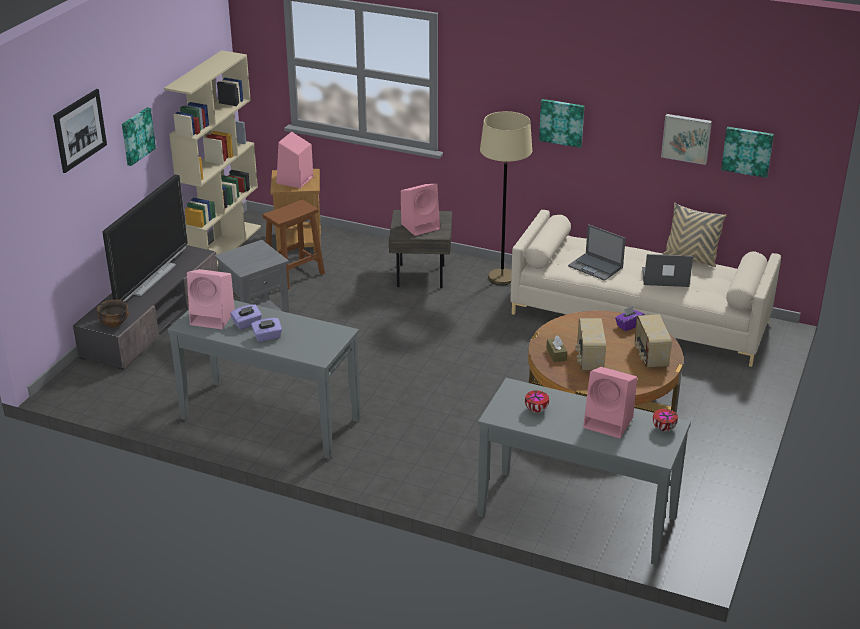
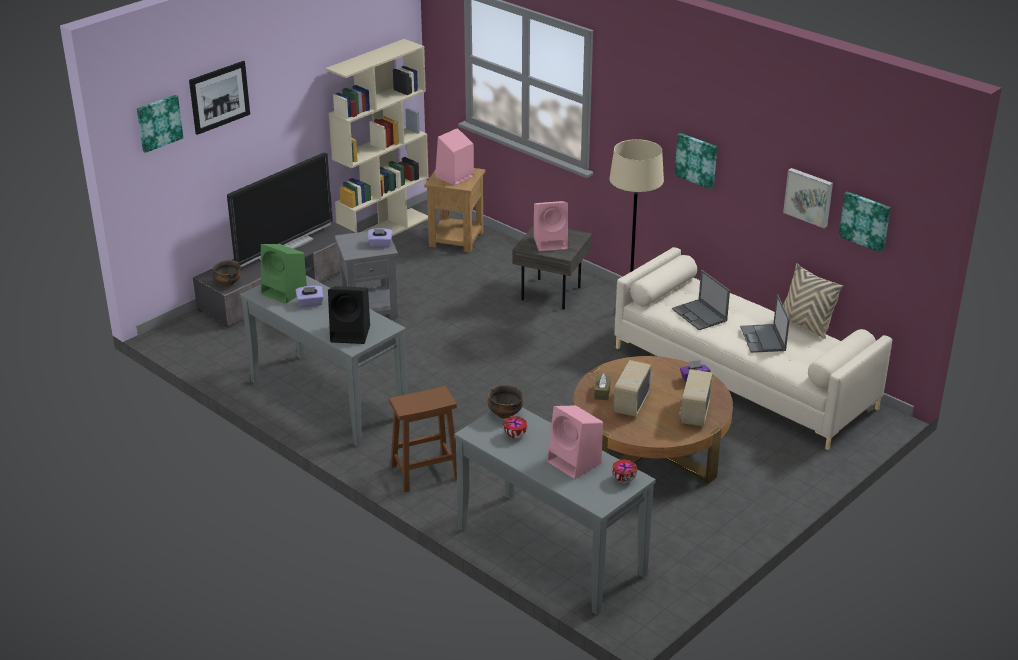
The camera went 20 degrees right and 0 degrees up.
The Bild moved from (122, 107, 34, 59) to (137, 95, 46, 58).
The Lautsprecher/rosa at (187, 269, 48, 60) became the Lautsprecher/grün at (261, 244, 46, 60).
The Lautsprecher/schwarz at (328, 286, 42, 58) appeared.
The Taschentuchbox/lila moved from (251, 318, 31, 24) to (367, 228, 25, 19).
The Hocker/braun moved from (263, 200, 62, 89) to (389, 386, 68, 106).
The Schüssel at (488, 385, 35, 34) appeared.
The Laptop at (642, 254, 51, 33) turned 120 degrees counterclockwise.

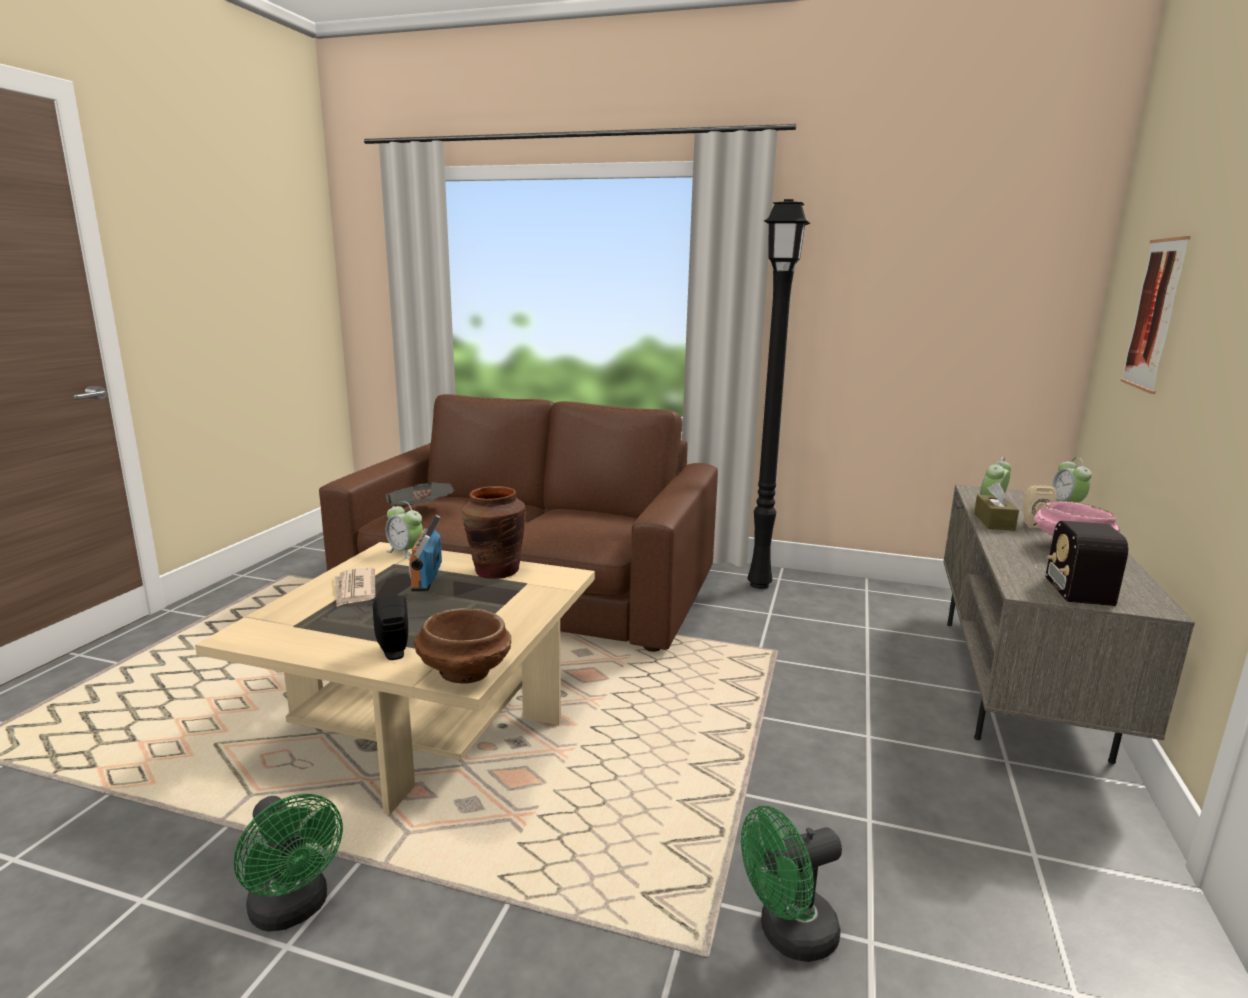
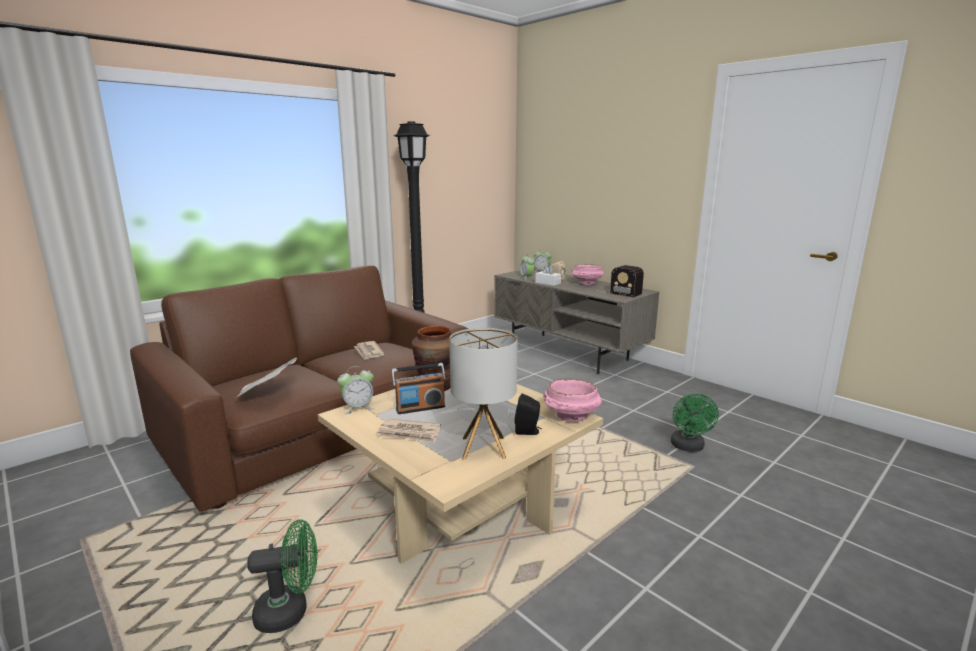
The camera went 60 degrees left and 0 degrees up.
The Ventilator/grün moved from (234, 794, 109, 137) to (247, 519, 70, 114).
The Zeitung at (354, 341, 30, 19) appeared.
The Radio at (409, 515, 33, 76) turned 45 degrees counterclockwise.
The Tischlampe at (449, 328, 69, 131) appeared.
The Taschentuchbox/braun at (974, 482, 45, 49) became the Taschentuchbox/weiß at (535, 264, 26, 22).
The Schüssel/braun at (414, 608, 97, 76) became the Schüssel/rosa at (543, 379, 59, 43).
The Bild at (1121, 236, 70, 158) disappeared.

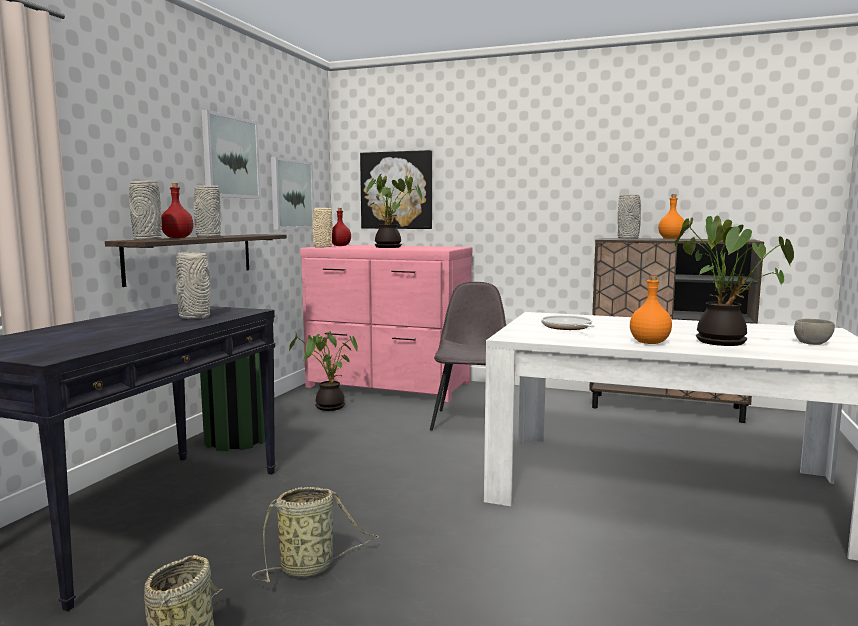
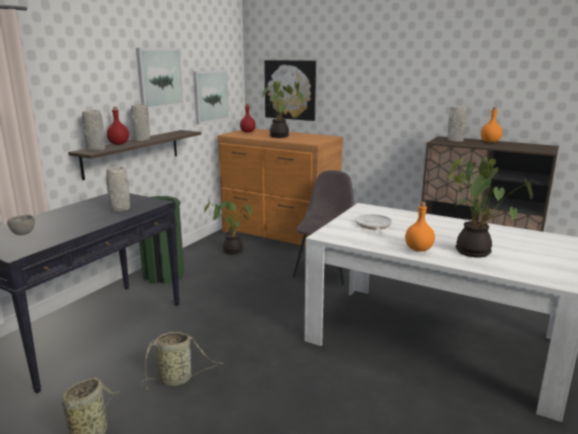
The camera went 10 degrees right and 10 degrees up.
The Schüssel/grau moved from (794, 319, 41, 26) to (7, 215, 28, 20).
The Kommode/rosa at (300, 245, 172, 157) became the Kommode/braun at (217, 129, 126, 117).
The Vase/beige at (312, 208, 20, 40) disappeared.

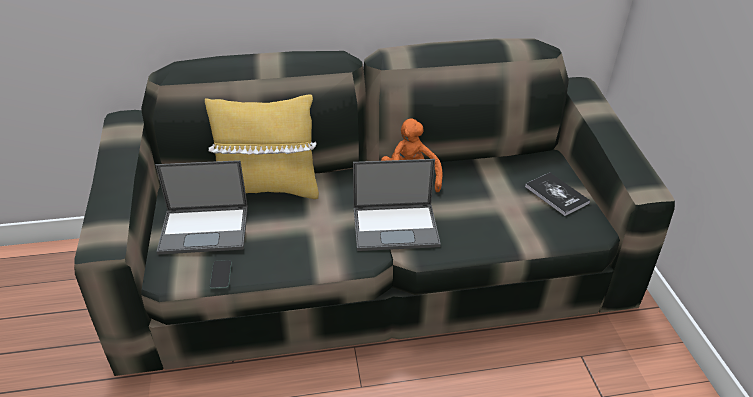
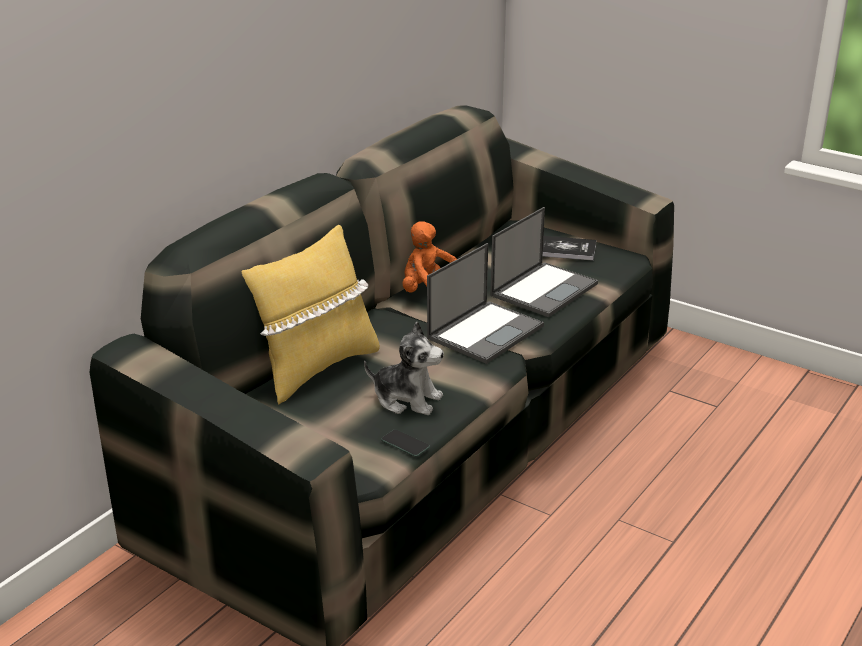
The camera went 45 degrees left and 10 degrees down.
The Plüschtier at (364, 322, 80, 93) appeared.
The Laptop moved from (156, 160, 92, 95) to (490, 207, 108, 110).

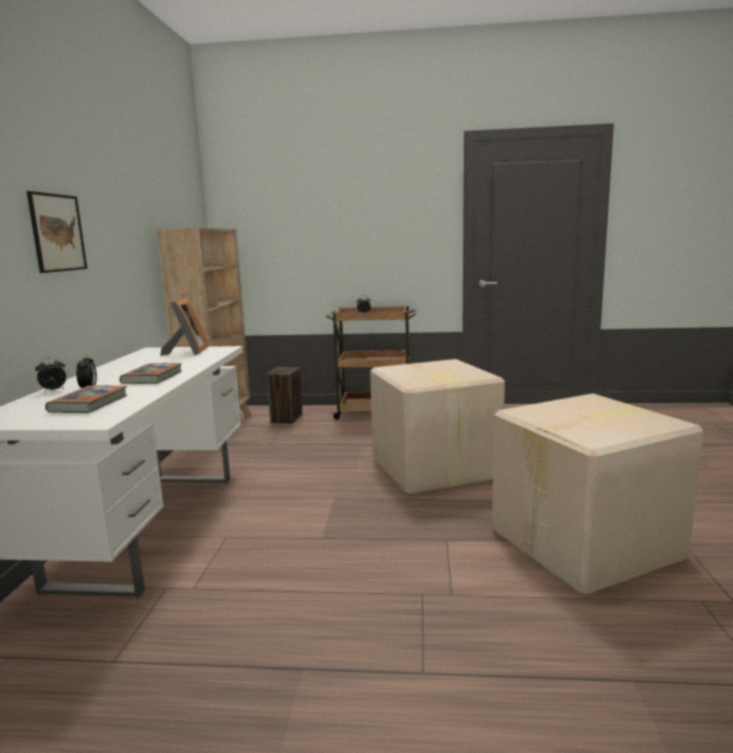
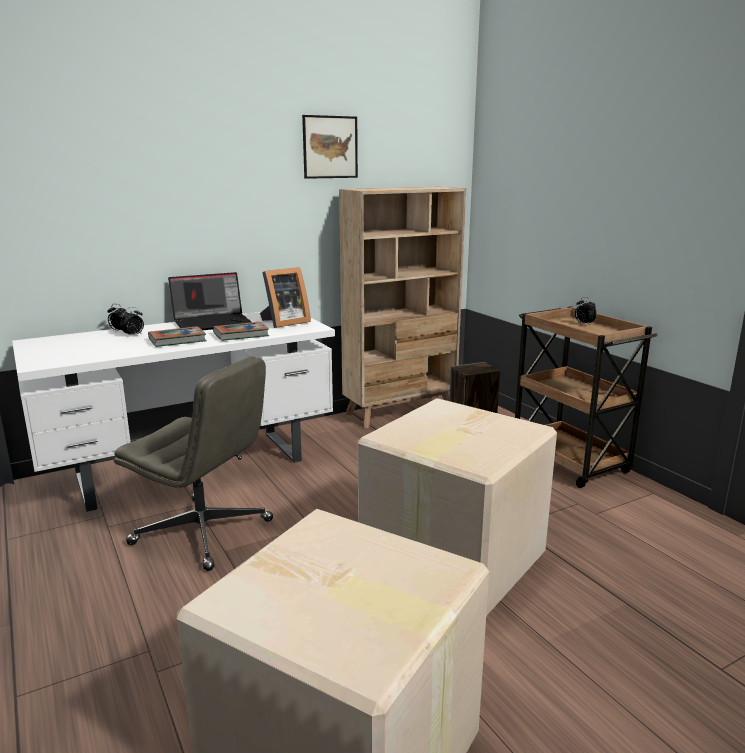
The camera went 55 degrees right and 5 degrees up.
The Bürostuhl/grau at (114, 356, 159, 215) appeared.
The Laptop at (168, 272, 84, 58) appeared.
The Buch moved from (45, 385, 82, 28) to (213, 322, 56, 19).
The Bild moved from (27, 191, 60, 82) to (302, 115, 56, 64).

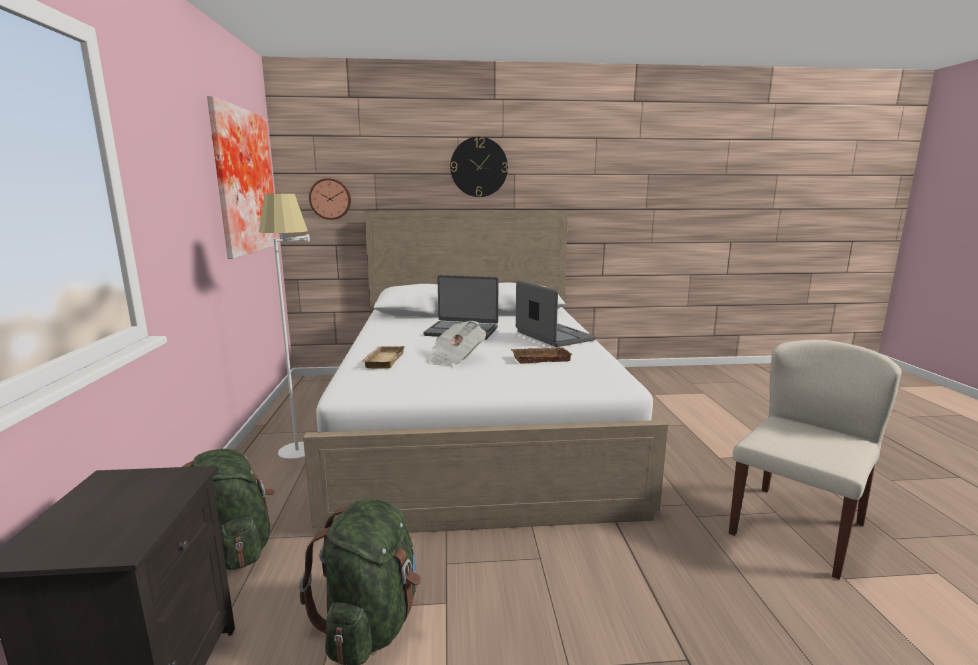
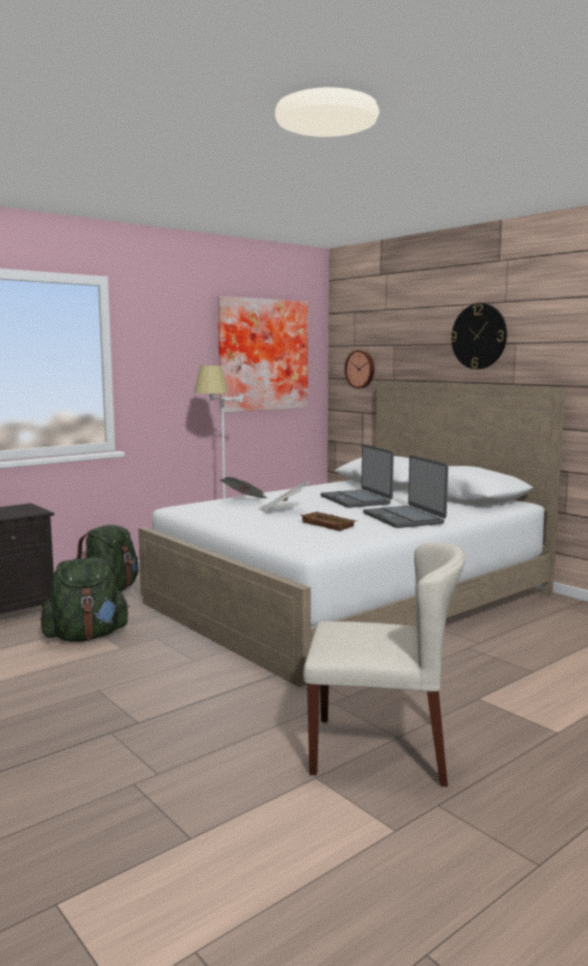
The camera went 55 degrees right and 5 degrees down.
The Tablett/beige at (361, 346, 44, 23) was replaced by the Zeitung at (220, 477, 48, 21).
The Laptop at (516, 280, 80, 67) turned 135 degrees clockwise.

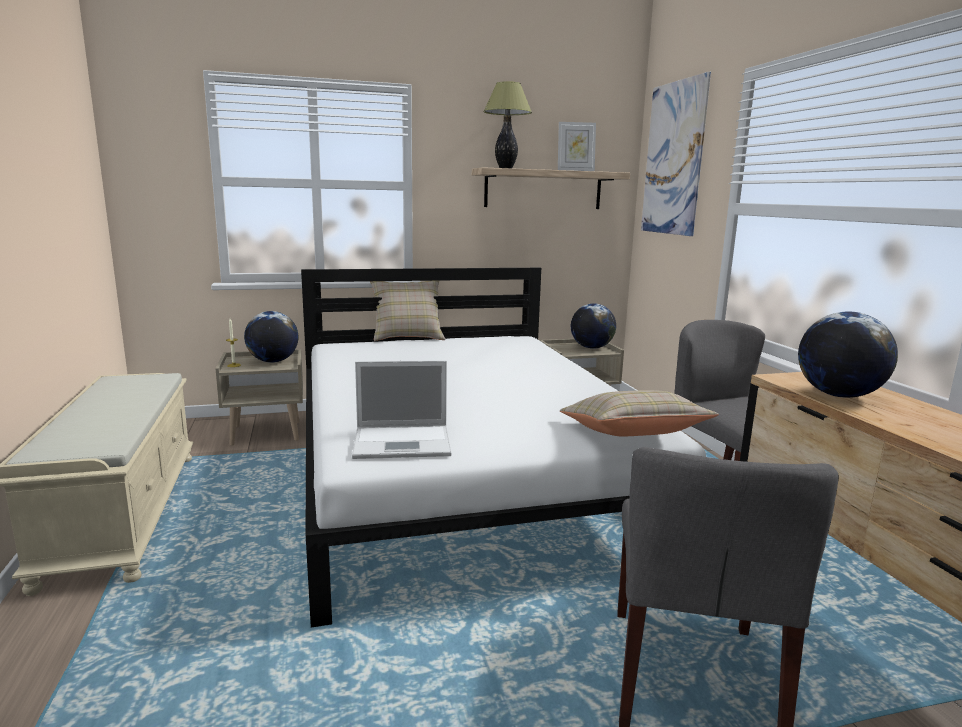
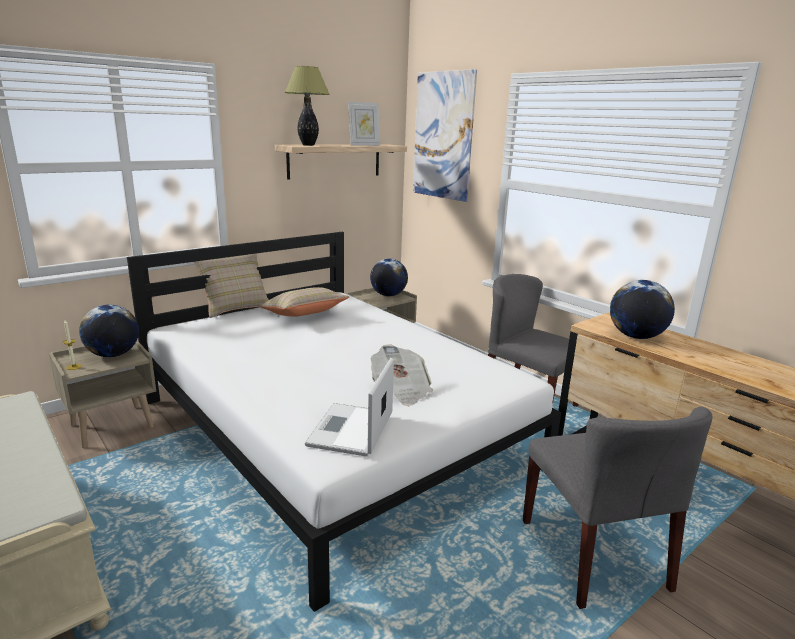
The camera went 25 degrees left and 5 degrees up.
The Kissen/beige moved from (560, 390, 159, 46) to (259, 287, 90, 30).
The Laptop at (352, 360, 99, 99) turned 135 degrees clockwise.
The Zeitung at (370, 344, 63, 62) appeared.

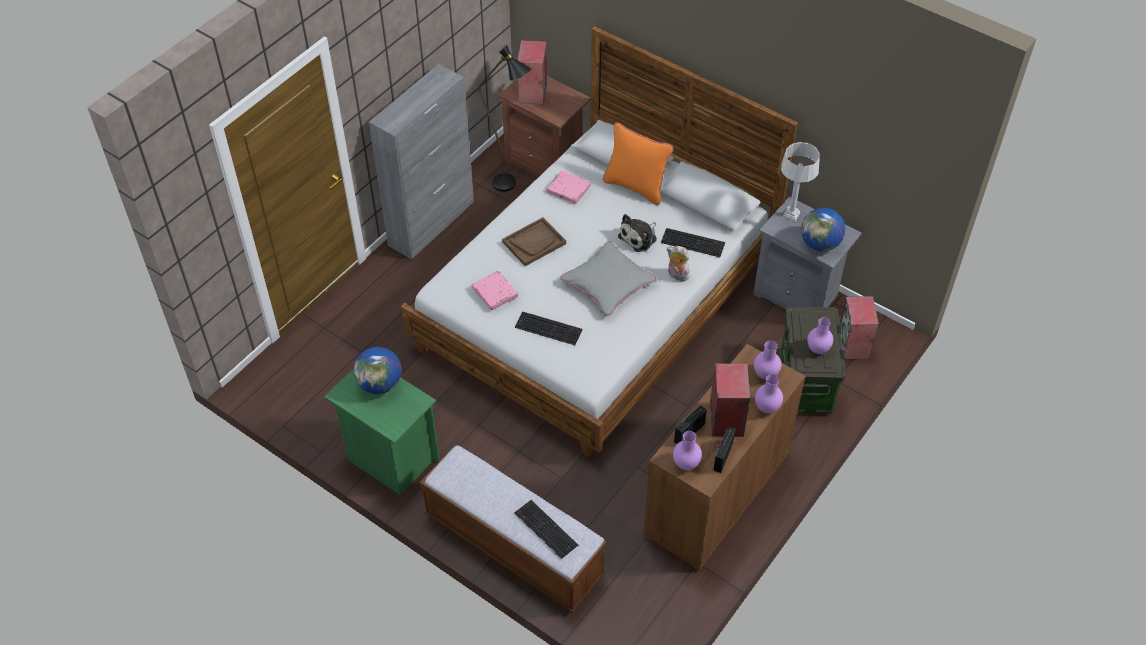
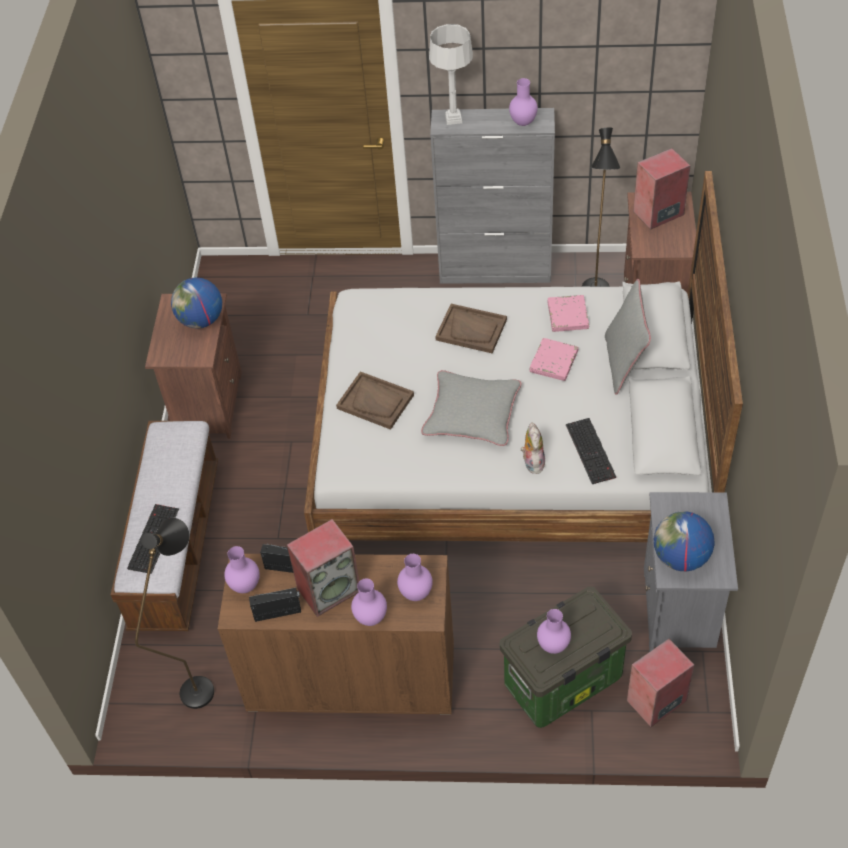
The camera went 60 degrees right and 0 degrees up.
The Stehlampe/schwarz at (135, 518, 79, 191) appeared.
The Nachttisch/grün at (324, 368, 116, 127) became the Nachttisch/braun at (145, 293, 97, 146).
The Tastatur at (515, 312, 67, 33) was replaced by the Tablett/braun at (336, 371, 78, 59).
The Tischlampe/grau moved from (781, 142, 39, 80) to (429, 24, 44, 101).
The Vase/lila at (509, 78, 29, 48) appeared.
The Buch/rosa moved from (472, 271, 46, 39) to (529, 338, 50, 43).
The Kissen/orange at (603, 123, 70, 82) became the Kissen/grau at (605, 279, 46, 116).
The Plüschtier at (618, 214, 39, 38) disappeared.

